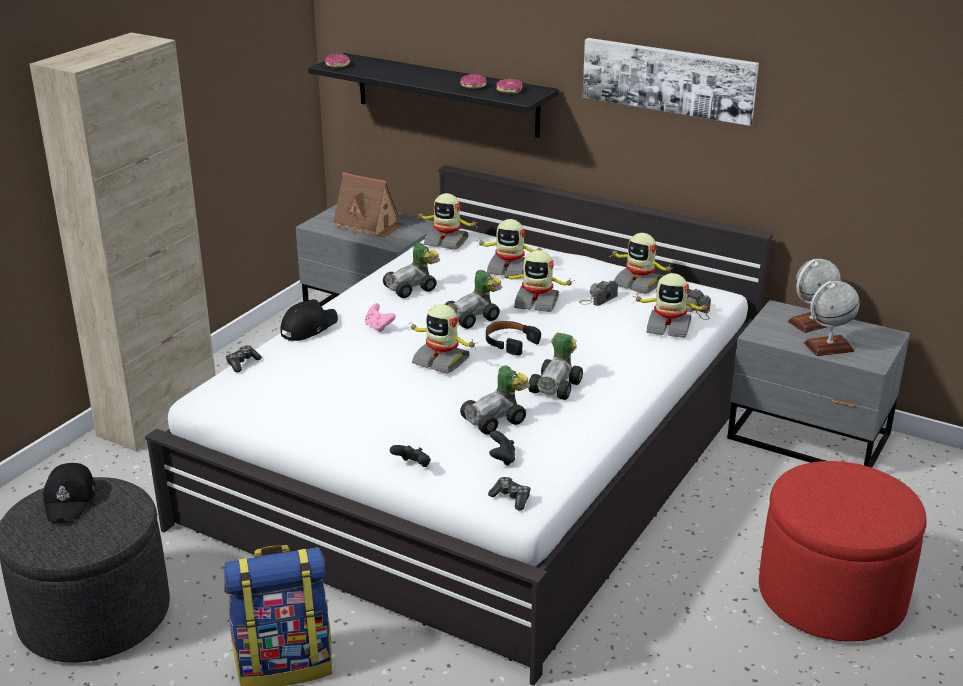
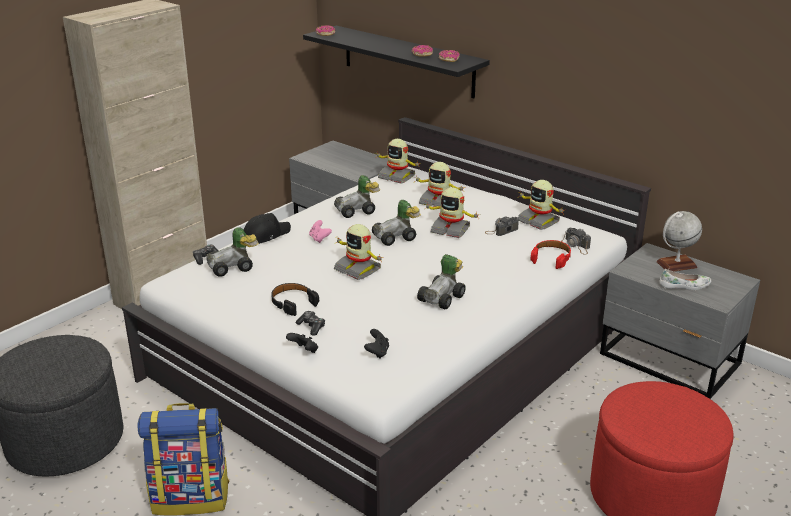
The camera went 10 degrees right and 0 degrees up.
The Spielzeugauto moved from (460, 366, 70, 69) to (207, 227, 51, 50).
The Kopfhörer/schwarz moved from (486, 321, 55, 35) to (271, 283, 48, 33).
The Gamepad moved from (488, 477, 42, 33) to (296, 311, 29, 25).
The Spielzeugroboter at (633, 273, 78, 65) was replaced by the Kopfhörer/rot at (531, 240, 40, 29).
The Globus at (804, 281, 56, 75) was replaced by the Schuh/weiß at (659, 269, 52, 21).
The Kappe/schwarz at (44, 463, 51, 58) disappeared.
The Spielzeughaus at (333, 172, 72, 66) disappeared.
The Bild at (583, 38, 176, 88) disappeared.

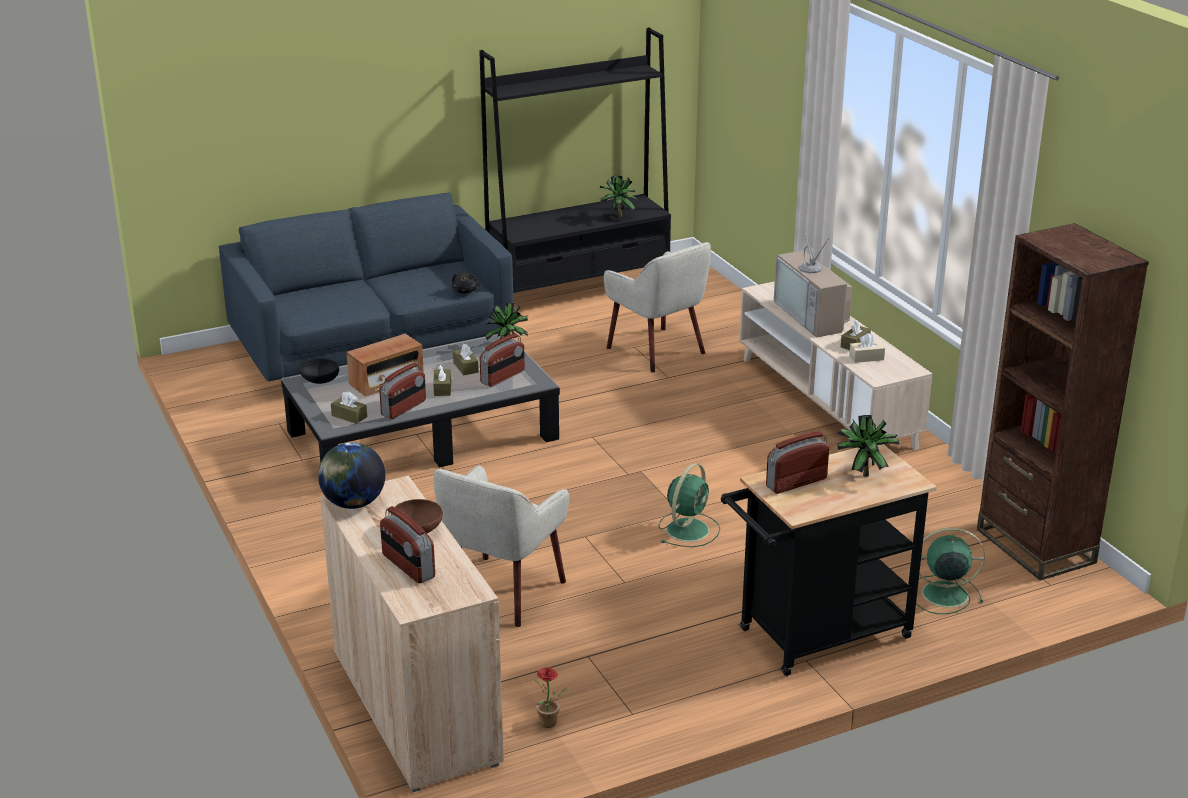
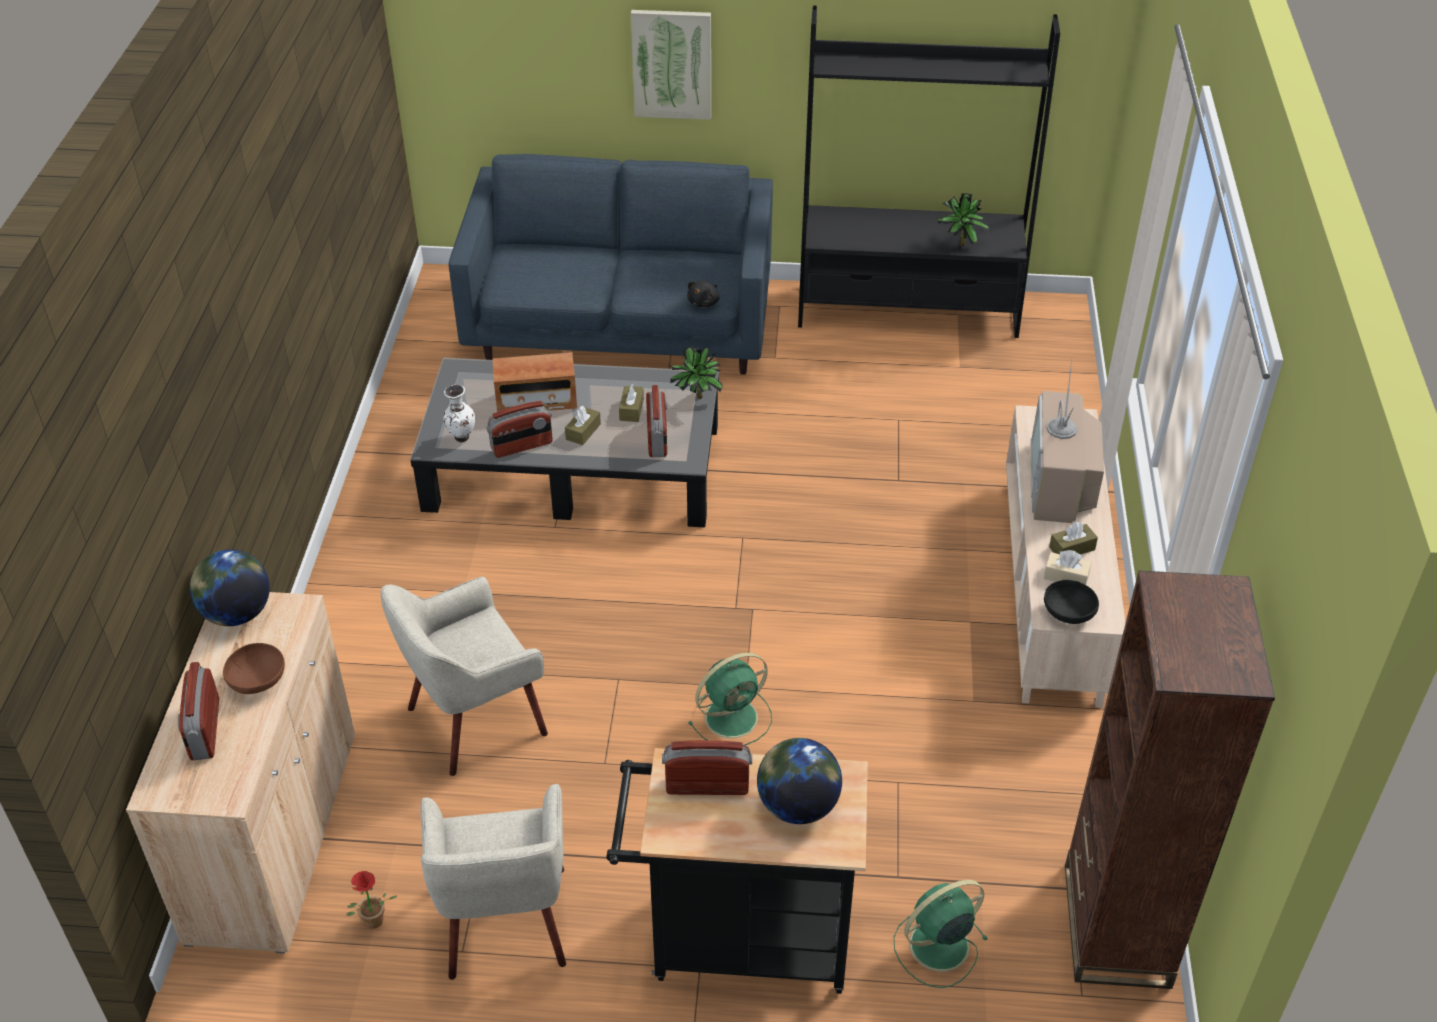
The camera went 30 degrees right and 15 degrees up.
The Sessel/beige moved from (604, 242, 107, 130) to (420, 784, 146, 196).
The Taschentuchbox/braun at (331, 391, 36, 33) was replaced by the Vase/weiß at (443, 385, 32, 57).
The Bild at (631, 10, 80, 110) appeared.
The Radio at (480, 333, 45, 54) turned 75 degrees counterclockwise.
The Topfpflanze at (837, 415, 62, 62) was replaced by the Globus at (757, 738, 85, 86).
The Ventilator/grün at (916, 528, 69, 86) turned 60 degrees counterclockwise.
The Schüssel/schwarz moved from (299, 358, 40, 26) to (1044, 580, 55, 44).

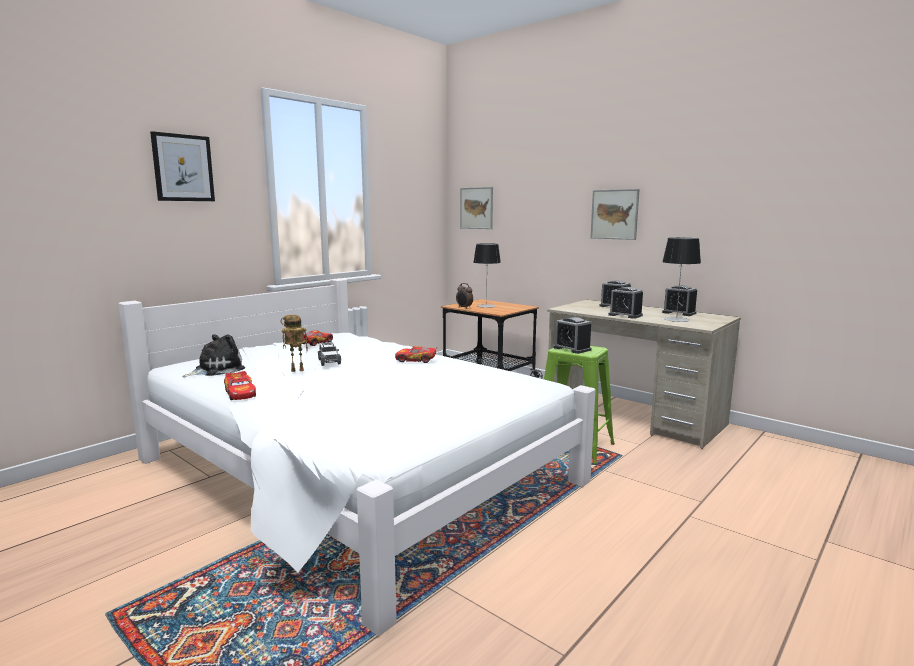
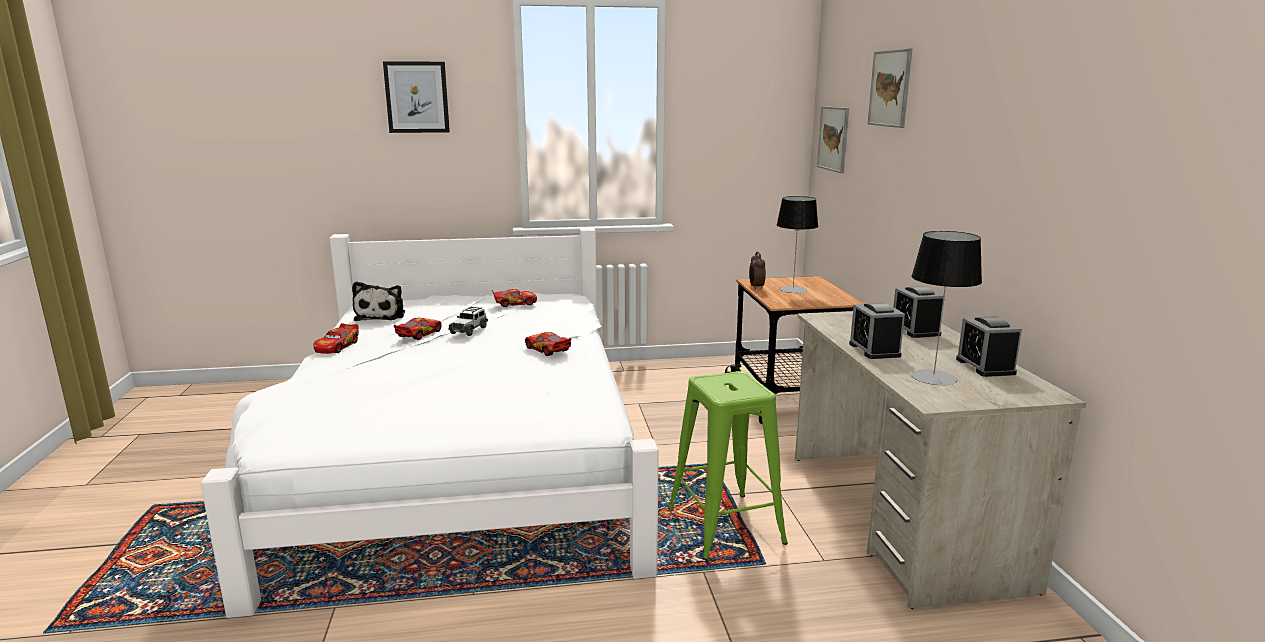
The camera went 40 degrees right and 5 degrees up.
The Plüschtier at (183, 334, 62, 43) turned 90 degrees clockwise.
The Spielzeugroboter at (280, 315, 28, 57) was replaced by the Spielzeugauto at (394, 318, 48, 22).
The Bild moved from (590, 189, 49, 51) to (868, 48, 44, 80).
The Wecker at (554, 317, 38, 37) disappeared.

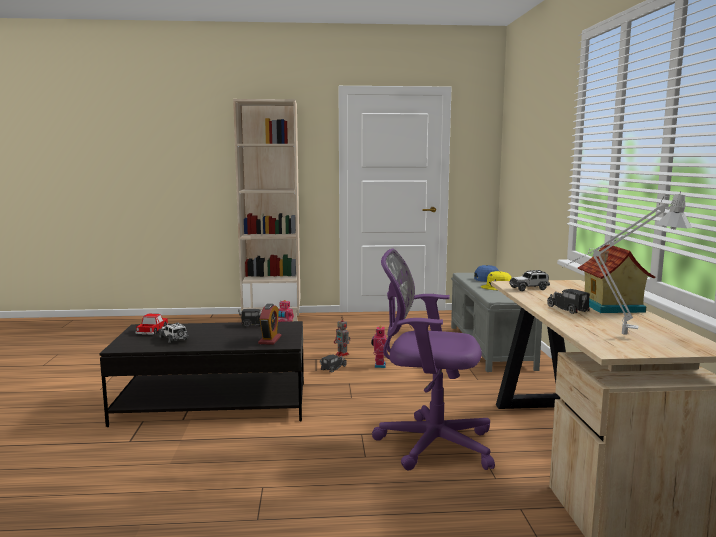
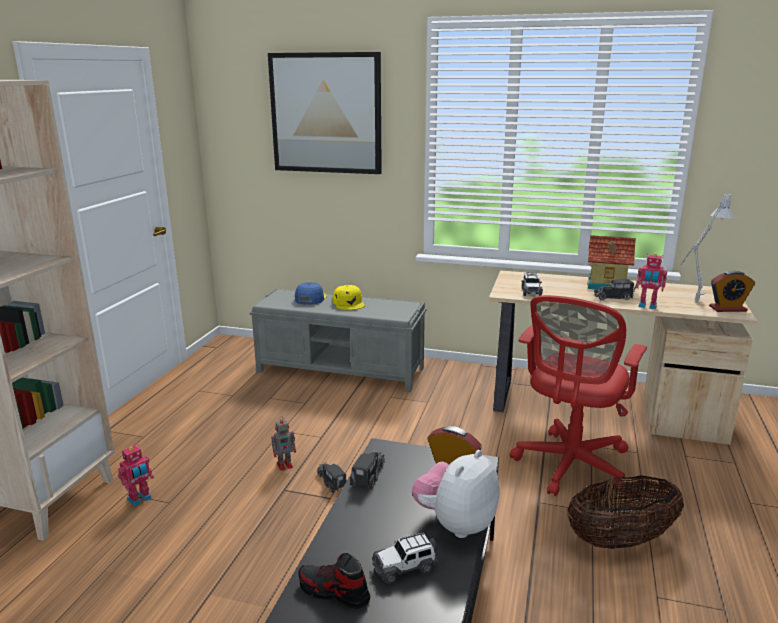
The camera went 70 degrees left and 10 degrees up.
The Bild at (268, 52, 114, 122) appeared.
The Spielzeugauto at (135, 314, 34, 21) was replaced by the Schuh at (298, 553, 72, 56).
The Plüschtier at (412, 450, 87, 88) appeared.
The Bürostuhl/lila at (372, 248, 123, 222) became the Bürostuhl/rot at (509, 295, 138, 201).
The Korb at (567, 475, 117, 74) appeared.
The Spielzeugroboter moved from (371, 326, 16, 42) to (636, 254, 31, 55).
The Wecker at (709, 270, 46, 42) appeared.

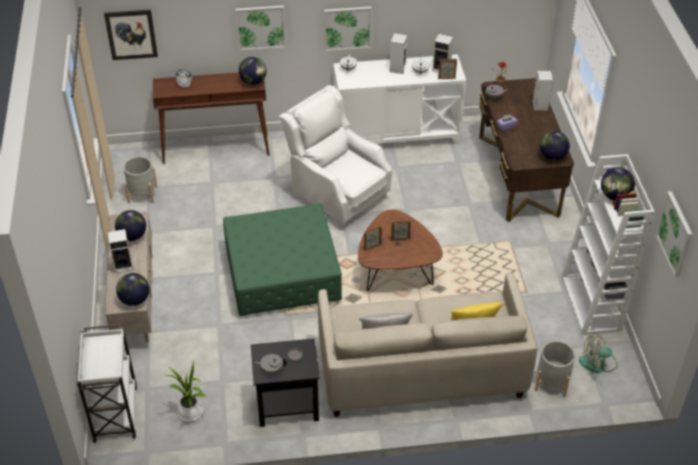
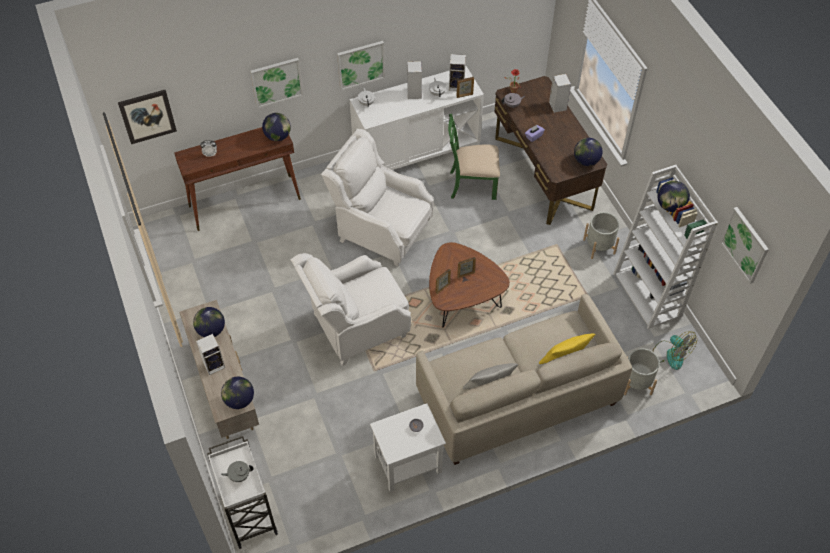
The camera went 15 degrees left and 10 degrees up.
The Teekanne/grau moved from (255, 354, 32, 20) to (221, 461, 33, 21).
The Polsterhocker/grün at (223, 203, 119, 113) was replaced by the Sessel/weiß at (291, 253, 120, 113).
The Beistelltisch/schwarz at (251, 338, 69, 89) became the Beistelltisch/weiß at (370, 403, 76, 89).
The Stuhl/grün at (448, 114, 52, 86) appeared.
The Pflanzkübel/grau moved from (123, 156, 35, 48) to (583, 212, 37, 47).
The Ventilator at (579, 334, 39, 39) turned 105 degrees counterclockwise.
The Topfpflanze at (165, 361, 41, 61) disappeared.

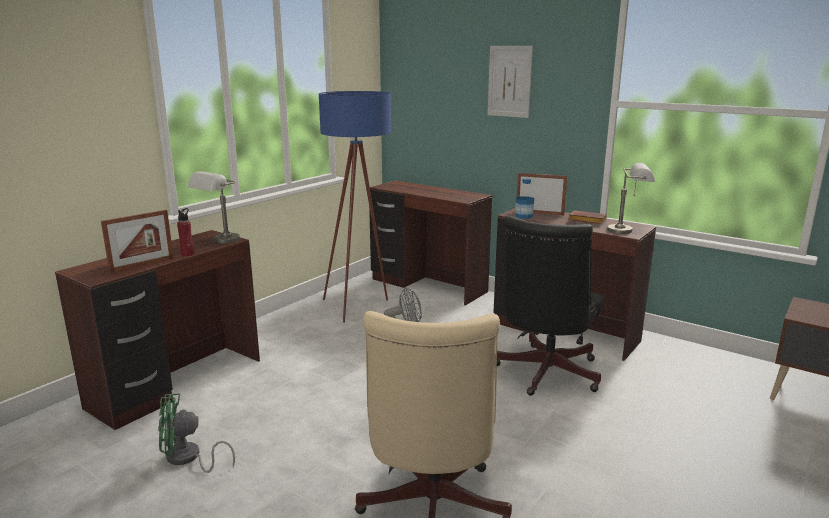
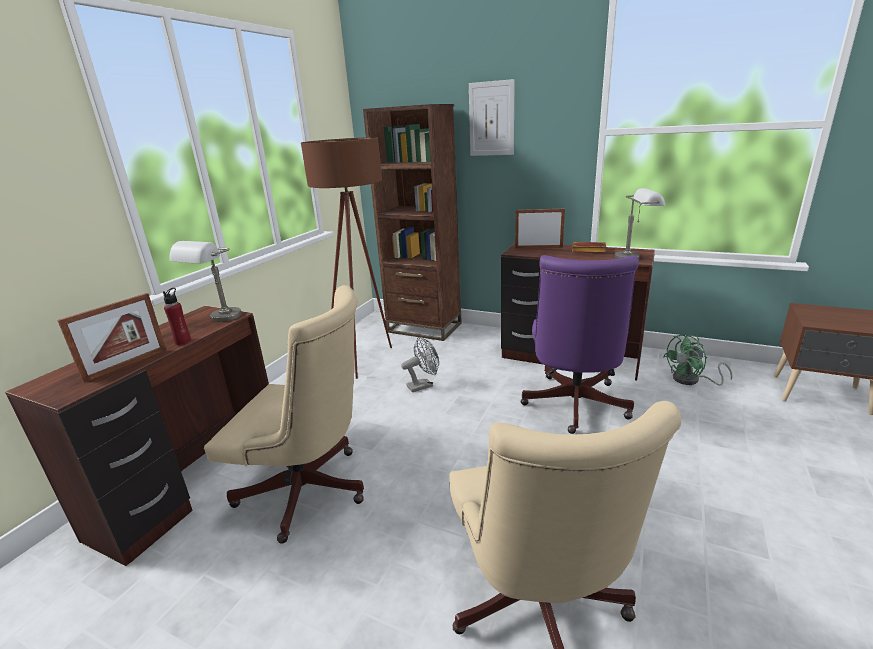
The camera went 10 degrees left and 5 degrees up.
The Bürostuhl/beige at (204, 285, 160, 259) appeared.
The Stehlampe/blau at (319, 91, 72, 232) became the Stehlampe/braun at (301, 137, 91, 242).
The Schreibtisch/braun at (369, 180, 123, 126) was replaced by the Bücherregal/braun at (363, 104, 99, 237).
The Bürostuhl/schwarz at (497, 215, 107, 181) became the Bürostuhl/lila at (520, 255, 119, 179).
The Ventilator/grün moved from (158, 394, 77, 79) to (663, 335, 69, 51).
The Flasche at (515, 178, 19, 41) disappeared.

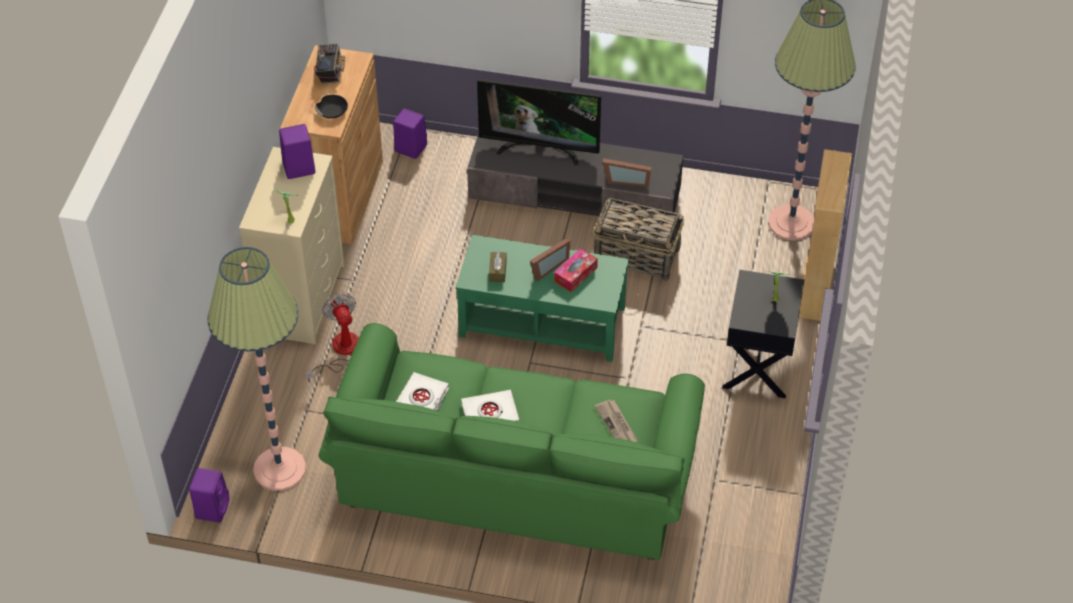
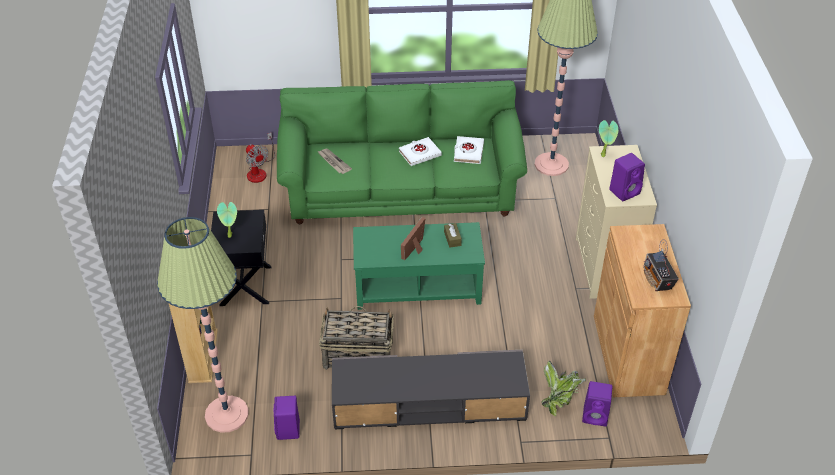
The camera went 165 degrees right and 5 degrees down.
The Ventilator moved from (305, 293, 54, 90) to (246, 132, 29, 51).
The Lautsprecher/lila moved from (189, 468, 40, 55) to (274, 396, 26, 44).
The Topfpflanze at (541, 361, 45, 55) appeared.
The Schüssel/schwarz at (315, 95, 33, 24) disappeared.
The Fernseher at (477, 79, 124, 86) disappeared.
The Taschentuchbox at (554, 248, 44, 44) disappeared.
The Bilderrahmen at (603, 158, 48, 29) disappeared.

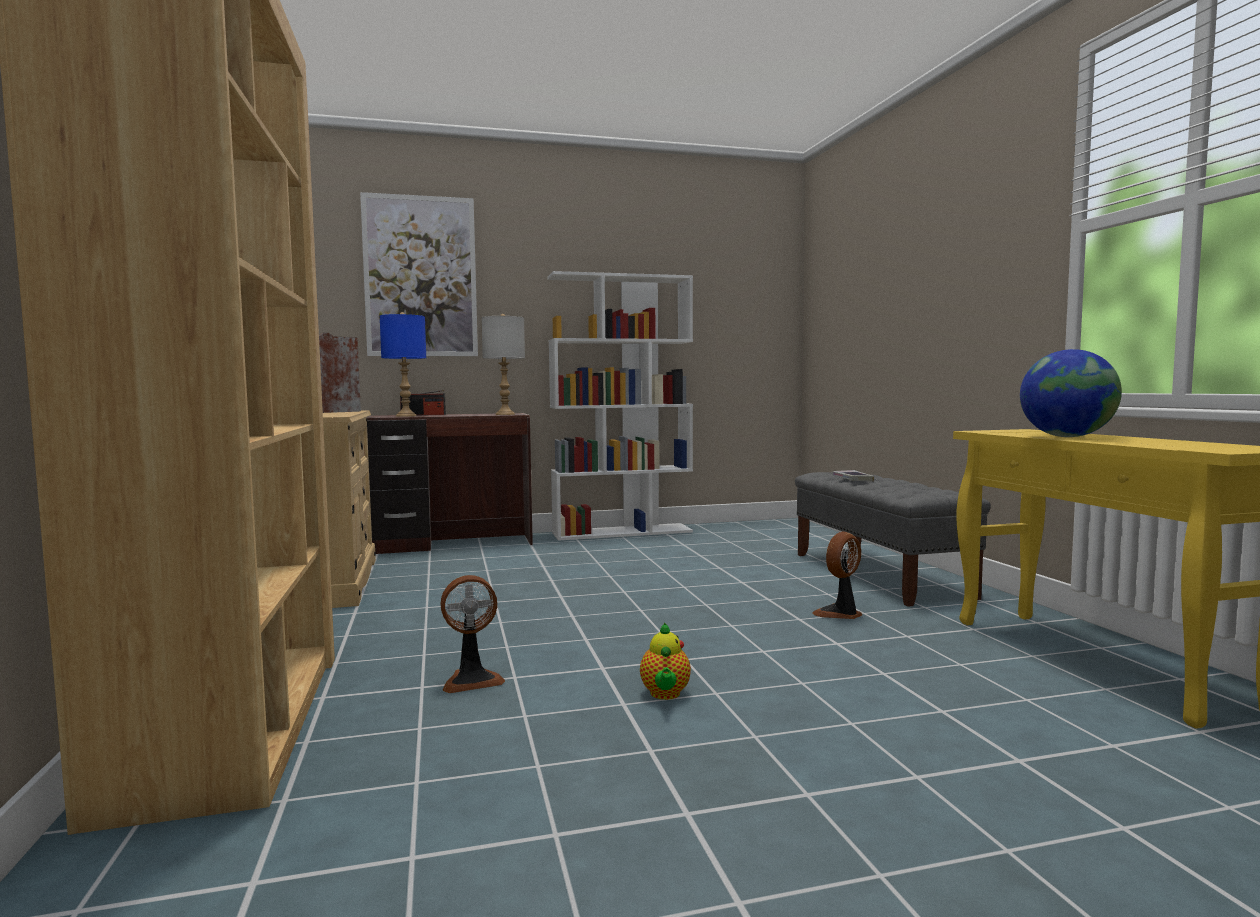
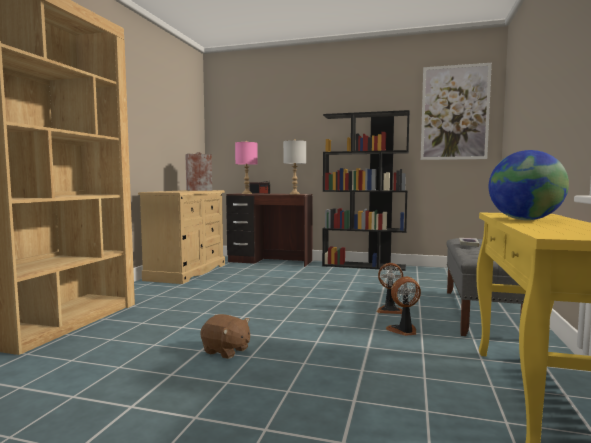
The camera went 30 degrees right and 0 degrees up.
The Teekanne at (640, 623, 51, 77) was replaced by the Plüschtier/braun at (200, 314, 50, 45).
The Tischlampe/blau at (380, 312, 46, 105) became the Tischlampe/rosa at (235, 141, 23, 53).
The Bücherregal/weiß at (547, 271, 146, 270) became the Bücherregal/schwarz at (322, 110, 88, 161).
The Ventilator moved from (440, 575, 65, 118) to (376, 263, 27, 51).
The Bild moved from (360, 192, 118, 164) to (421, 63, 71, 97).

